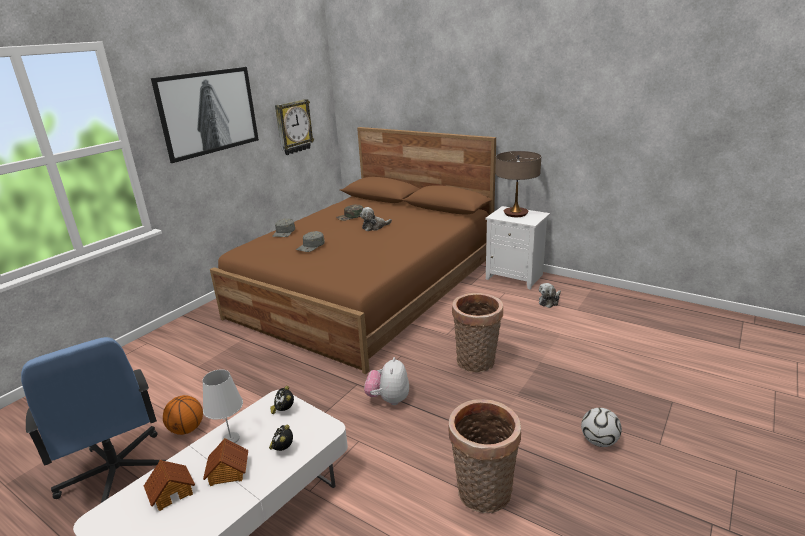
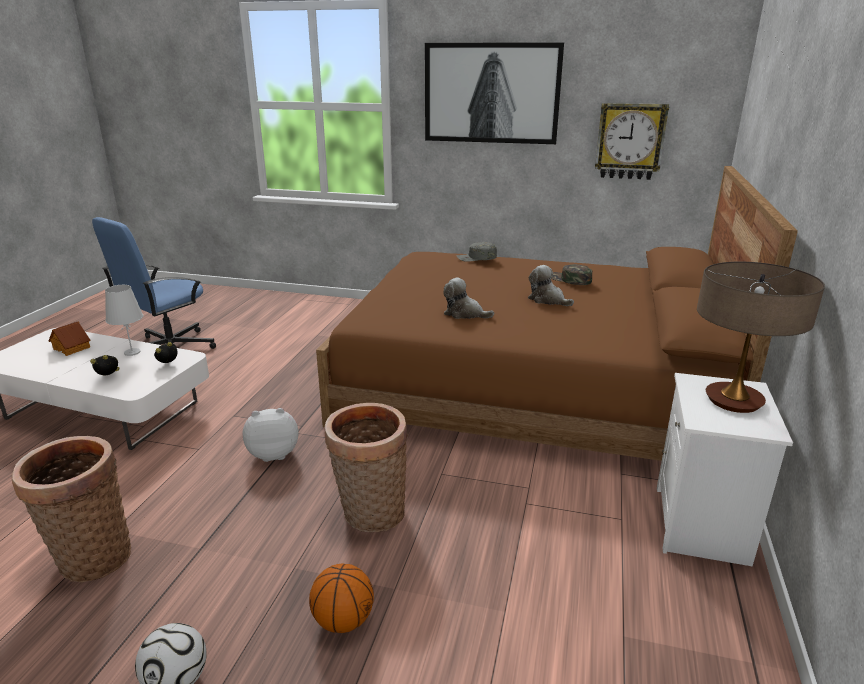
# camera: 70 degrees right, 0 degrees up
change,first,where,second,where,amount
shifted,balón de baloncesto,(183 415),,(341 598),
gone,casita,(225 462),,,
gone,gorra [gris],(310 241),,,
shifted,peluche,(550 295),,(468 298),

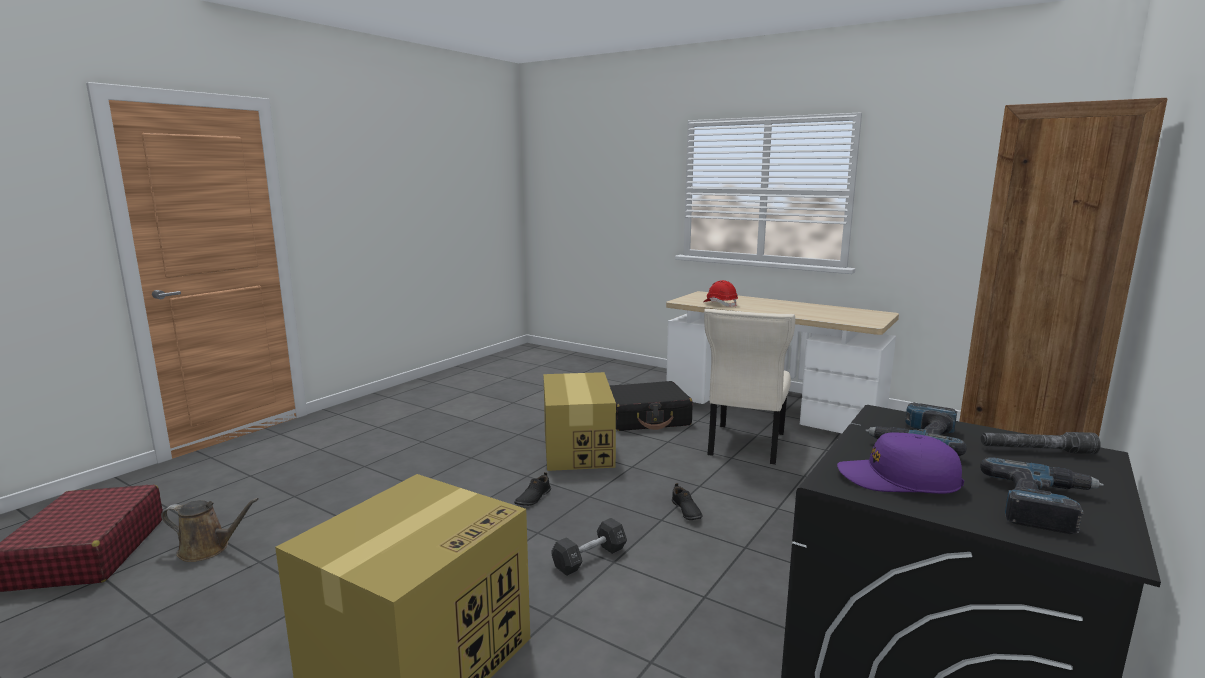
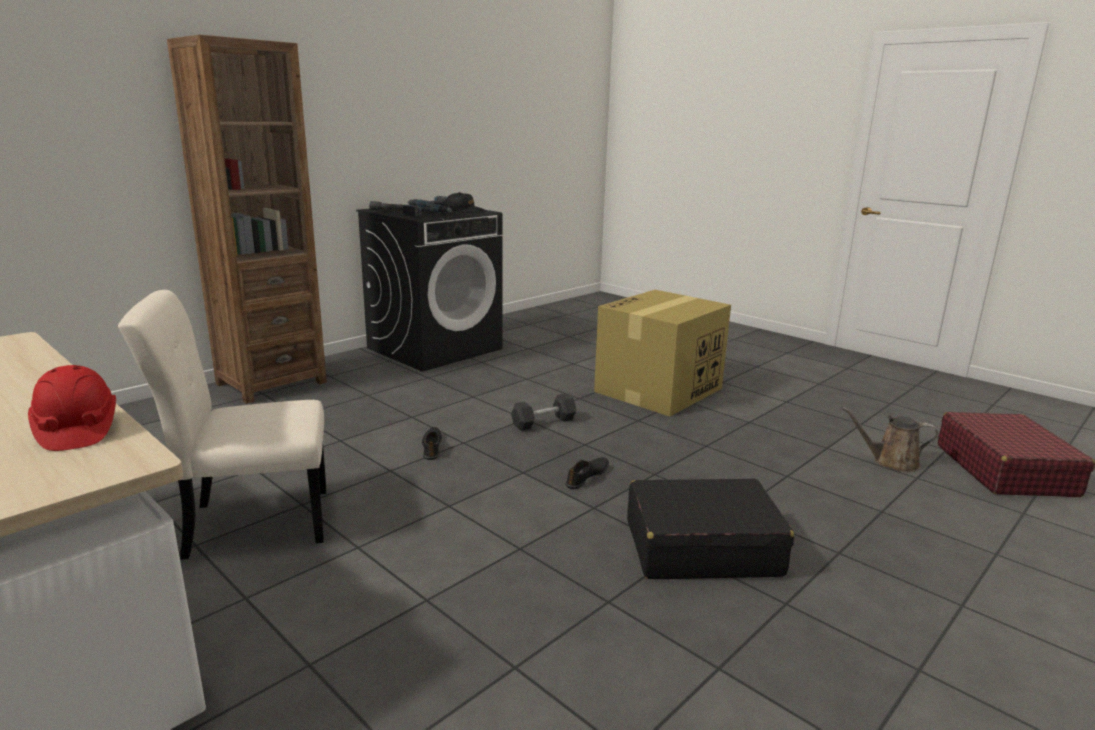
# camera: 170 degrees left, 5 degrees up
change,first,where,second,where,amount
gone,caja de cartón,(580 421),,,
shifted,maleta [negro],(651 406),,(710 528),
rotated,silla [beis],(749 387),,(222 425),135 degrees counterclockwise
repainted,gorra [morado],(900 463),gorra [negro],(464 202),

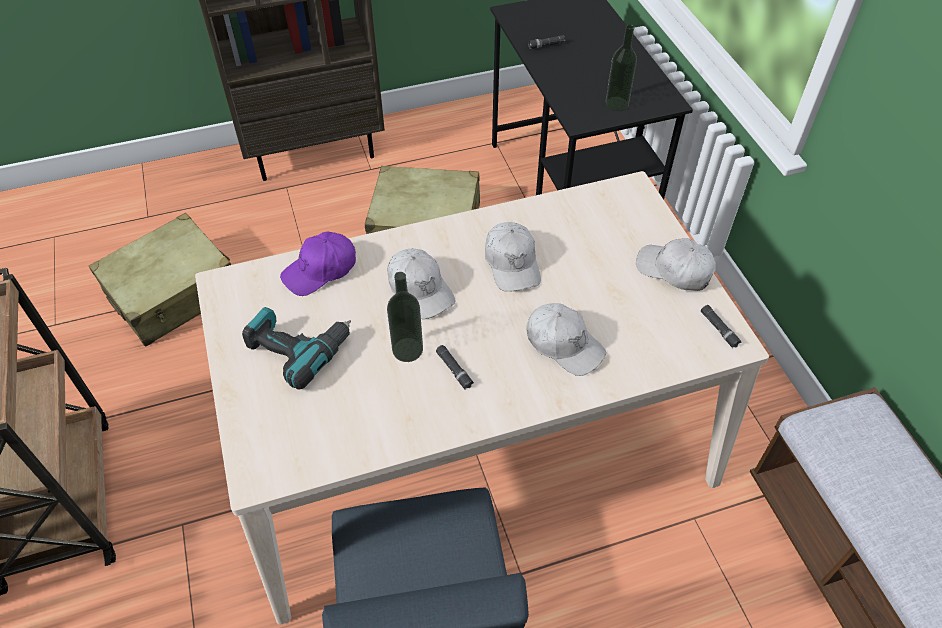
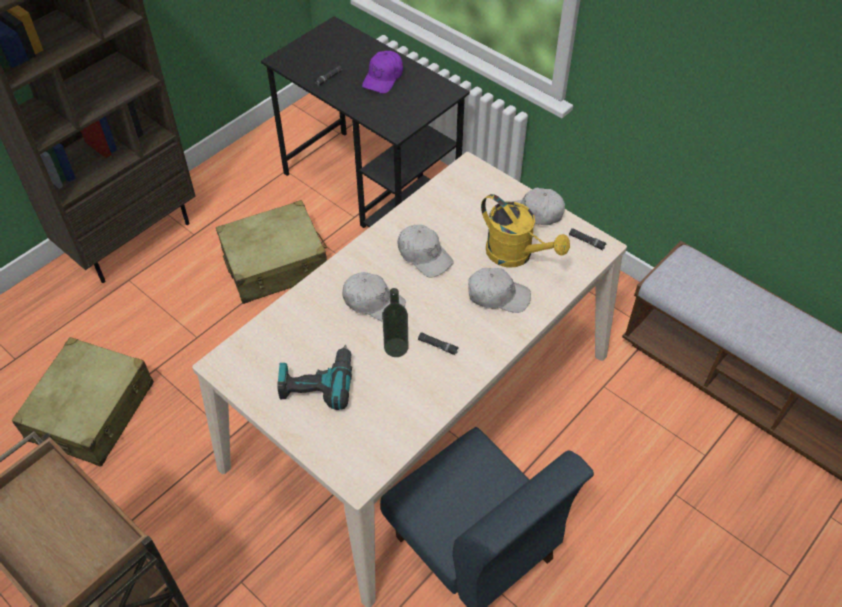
# camera: 30 degrees left, 0 degrees up
change,first,where,second,where,amount
shifted,gorra [morado],(318 264),,(382 72),
gone,botella,(621 67),,,
new,,,regadera [amarillo],(525 230),

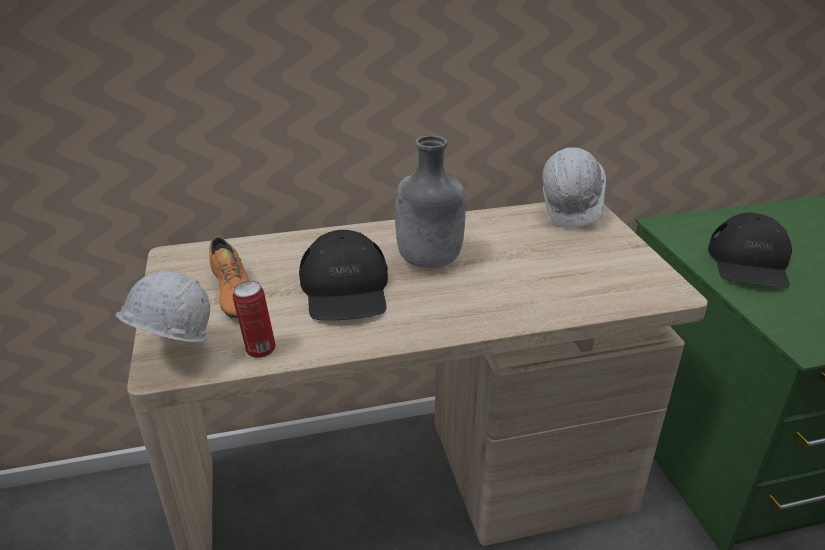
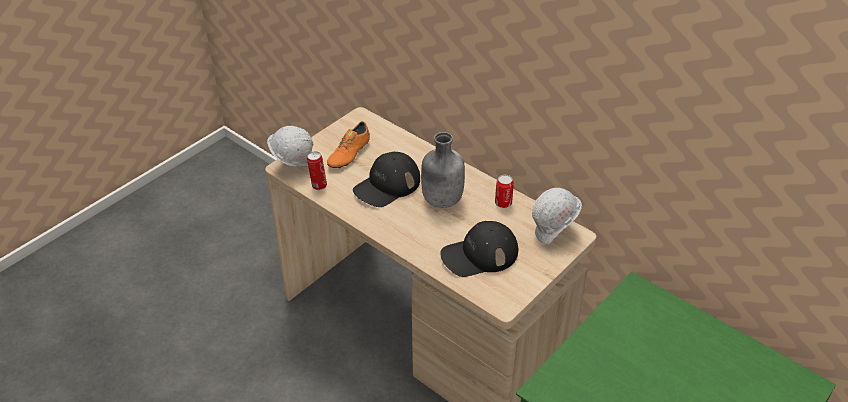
# camera: 55 degrees right, 10 degrees up
change,first,where,second,where,amount
shifted,gorra [negro],(750 250),,(479 249),
new,,,lata,(504 191),

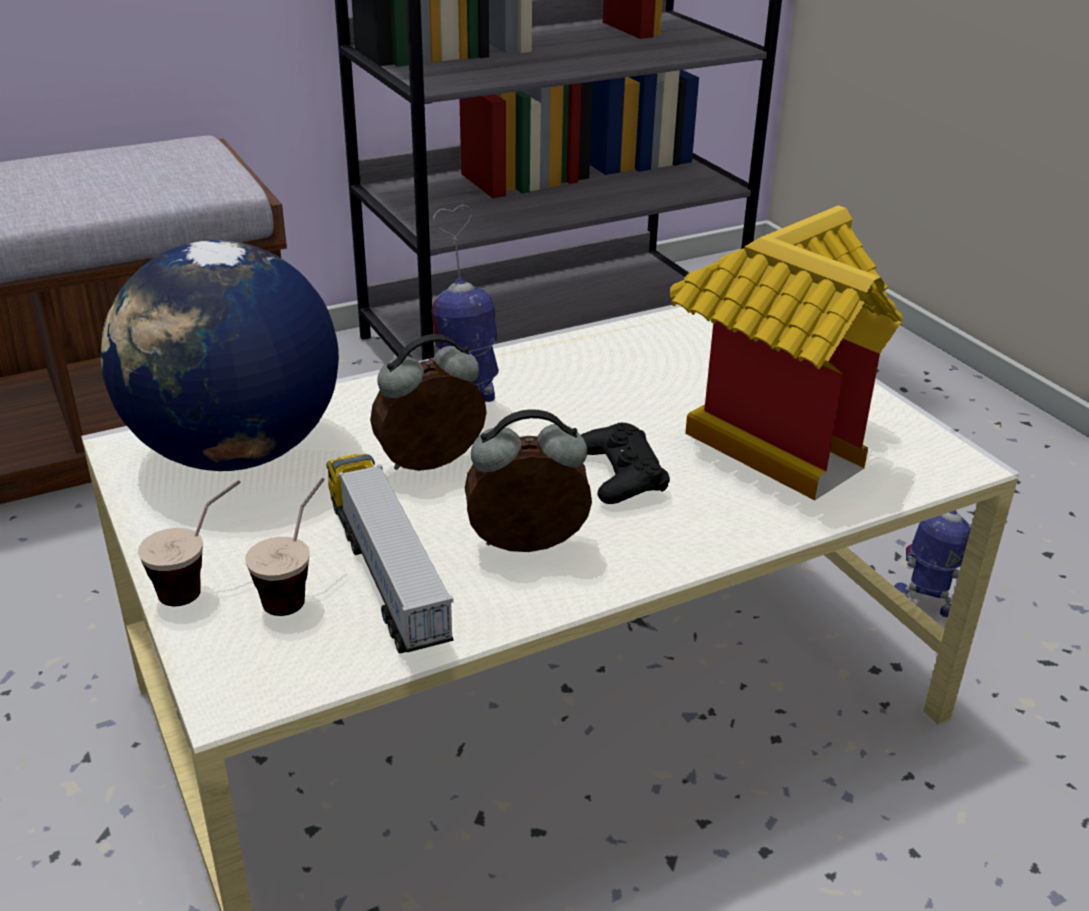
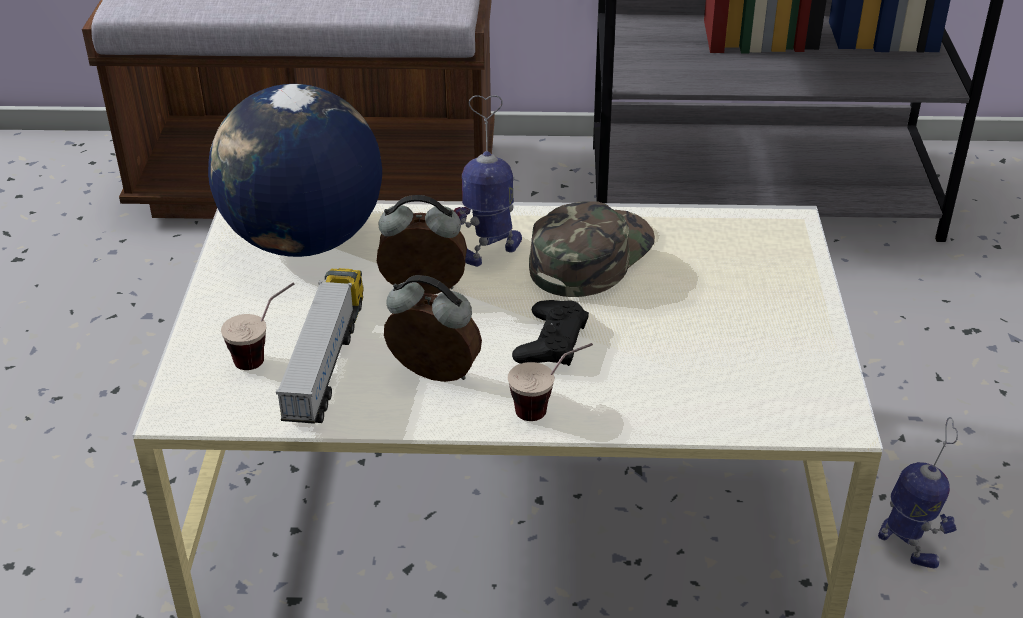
# camera: 30 degrees right, 5 degrees up
change,first,where,second,where,amount
shifted,taza,(189 543),,(550 382),
gone,casita,(786 352),,,
new,,,gorra [verde],(592 249),

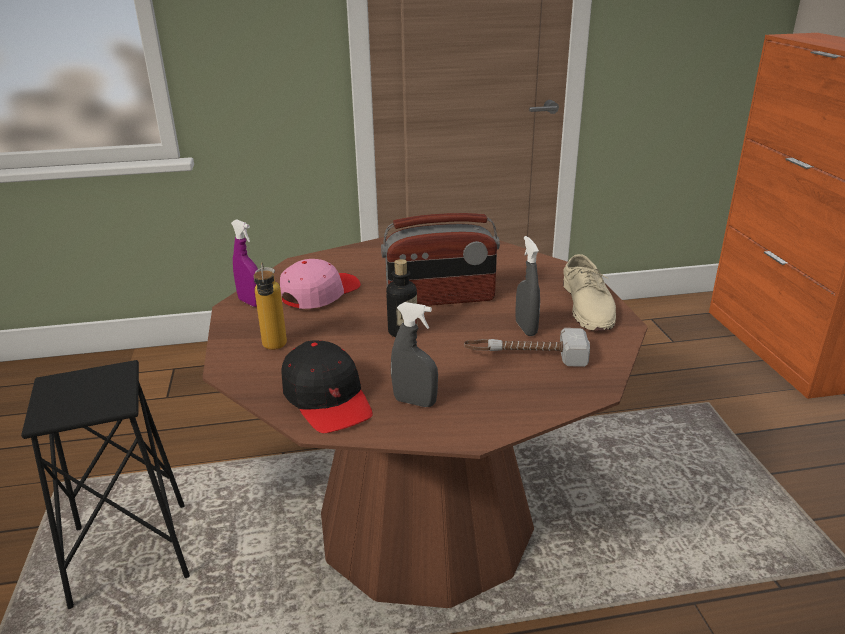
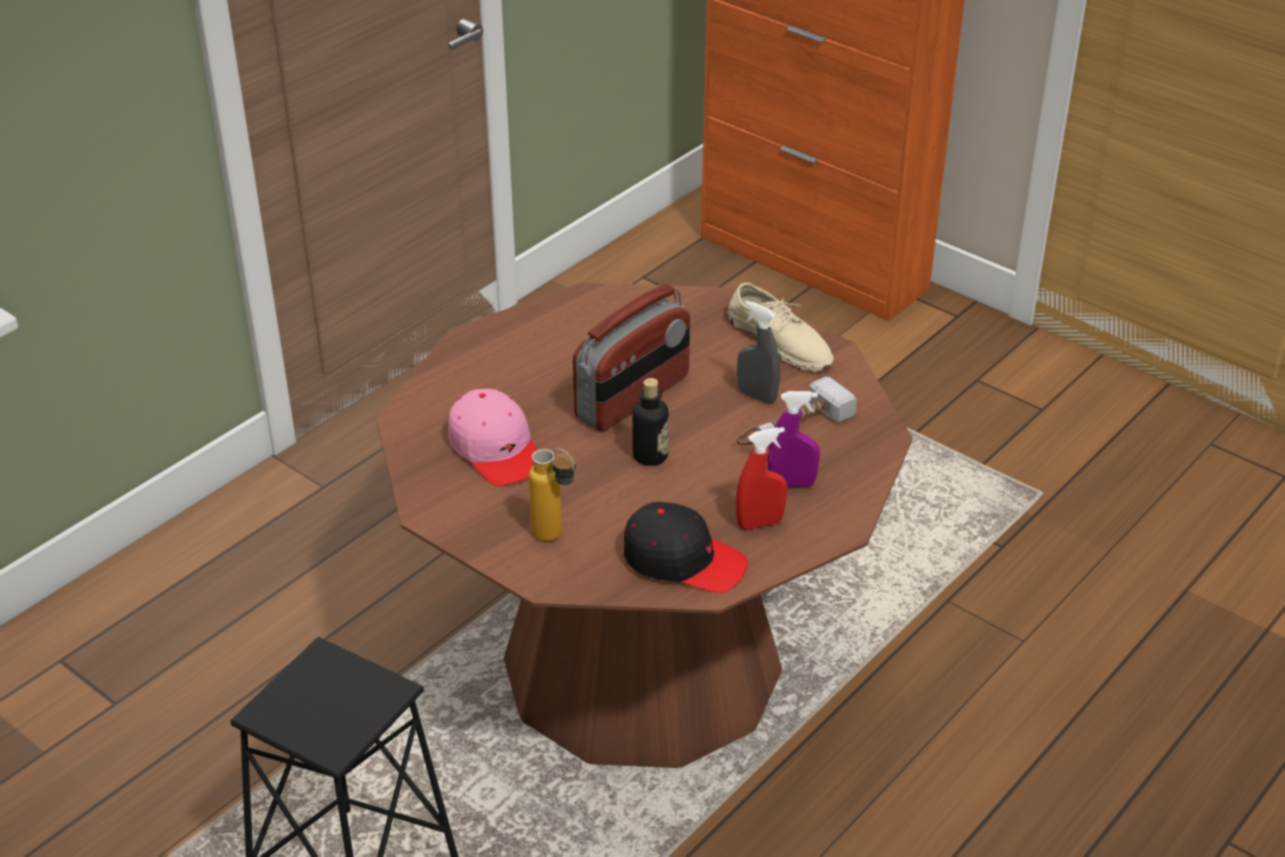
# camera: 40 degrees left, 10 degrees up
change,first,where,second,where,amount
shifted,pulverizador [morado],(244 263),,(793 439),
rotated,gorra [rosa],(320 284),,(492 437),150 degrees clockwise
repainted,pulverizador [gris],(414 354),pulverizador [rojo],(761 478),

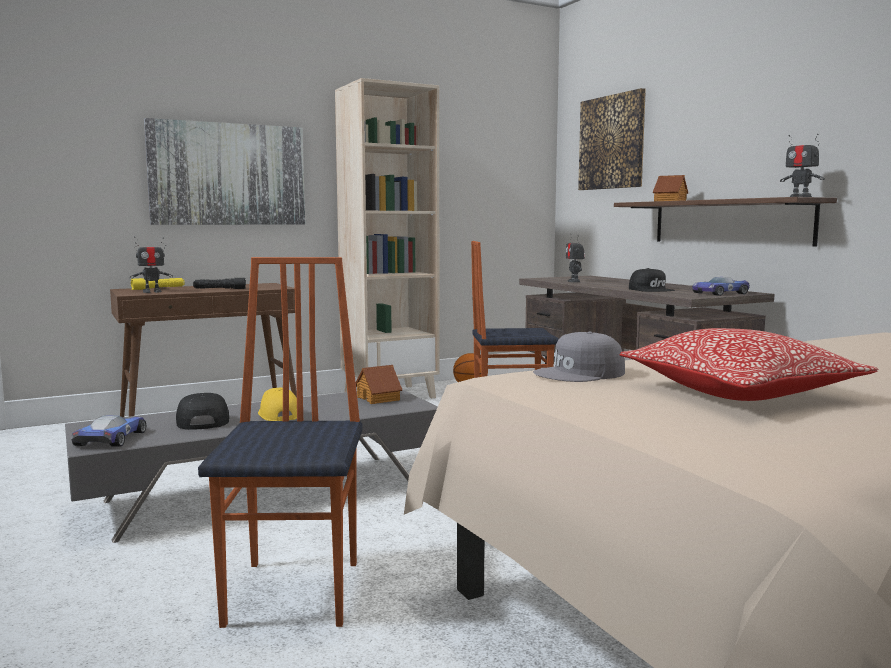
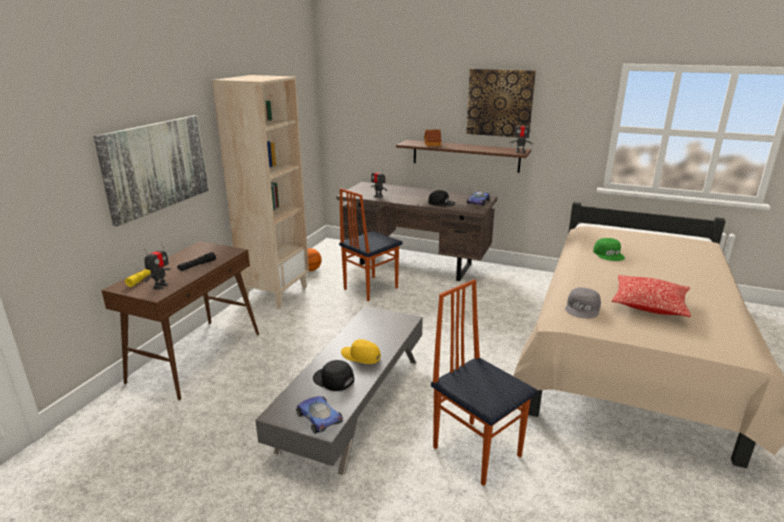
# camera: 40 degrees left, 15 degrees up
change,first,where,second,where,amount
gone,casita,(379 384),,,
shifted,cuadro,(612 139),,(501 103),
new,,,gorra [verde],(609 249),

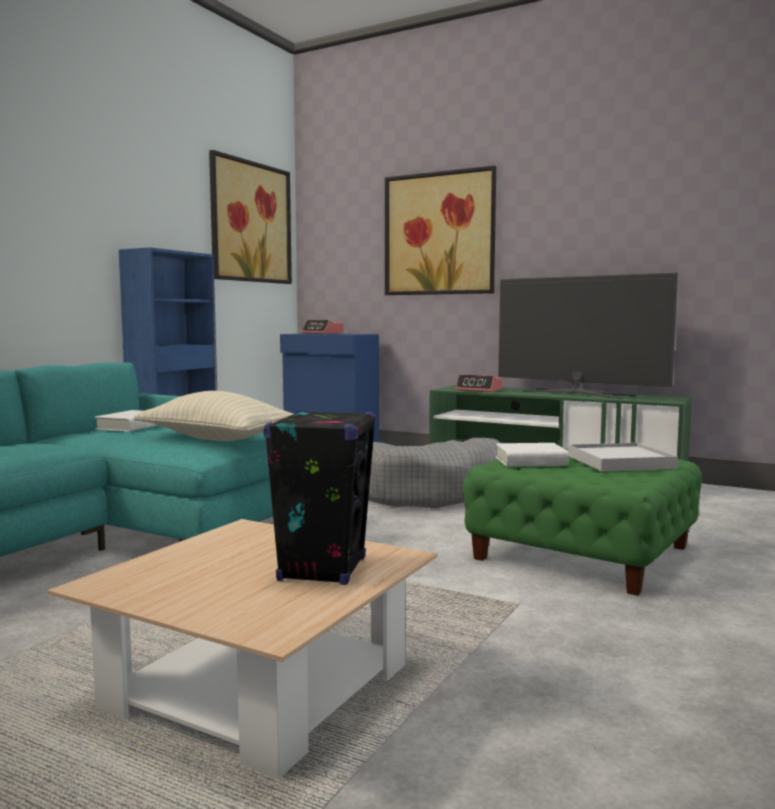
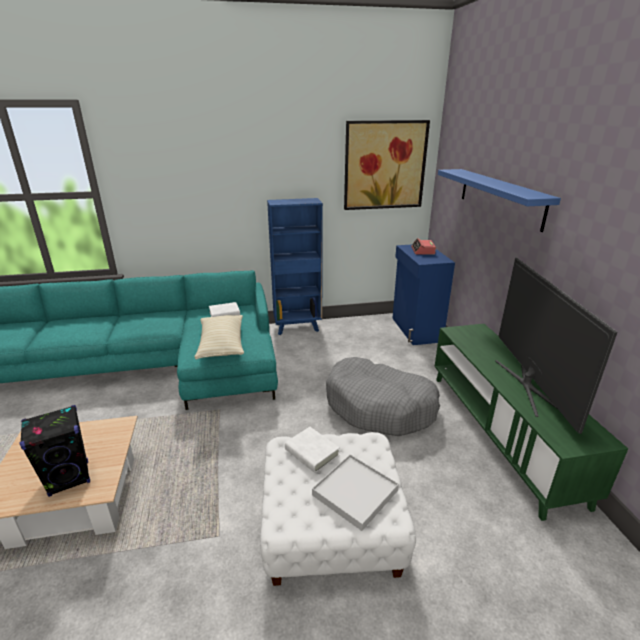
# camera: 50 degrees right, 20 degrees up
change,first,where,second,where,amount
swapped,cuadro,(440 230),estante [azul],(499 200),
gone,despertador,(478 383),,,
repainted,puf [verde],(582 521),puf [blanco],(338 509),

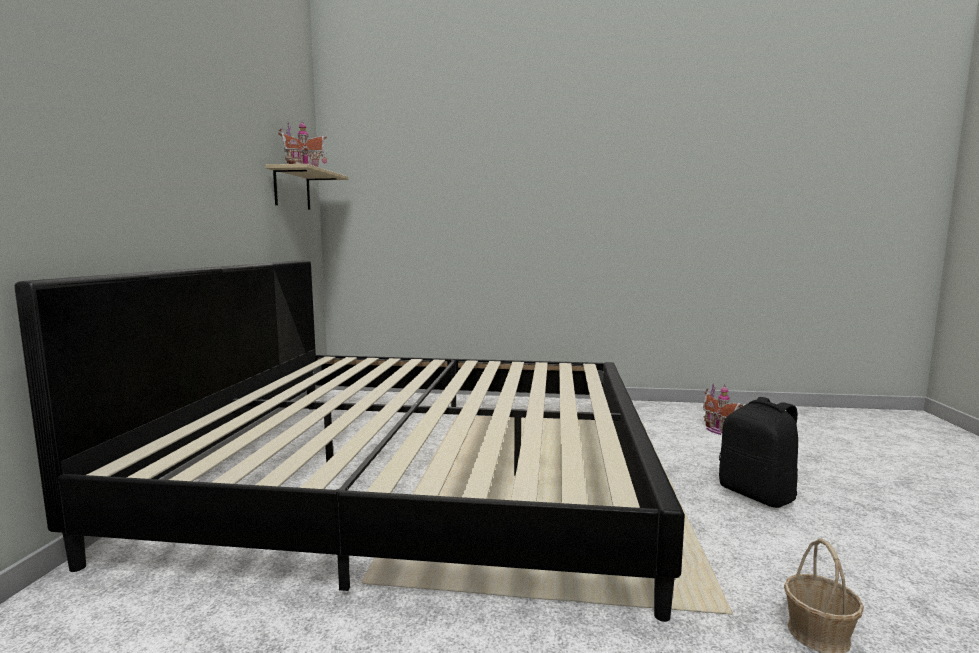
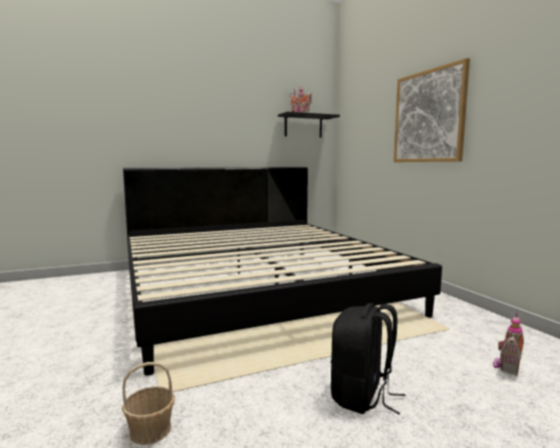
# camera: 60 degrees right, 0 degrees up
change,first,where,second,where,amount
repainted,estante [beis],(306 187),estante [negro],(309 125),
new,,,cuadro,(432 110),

